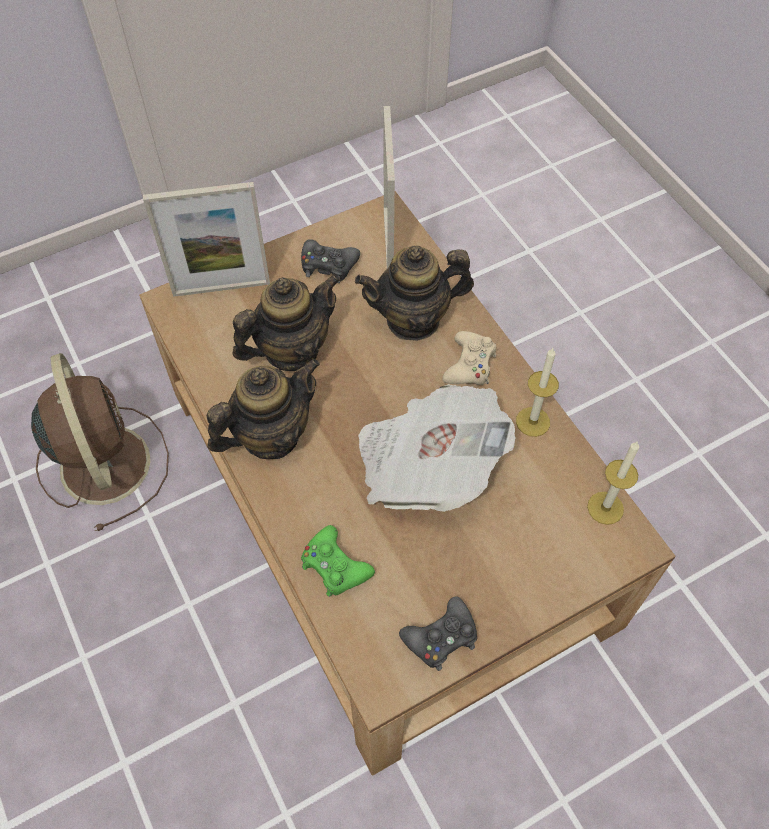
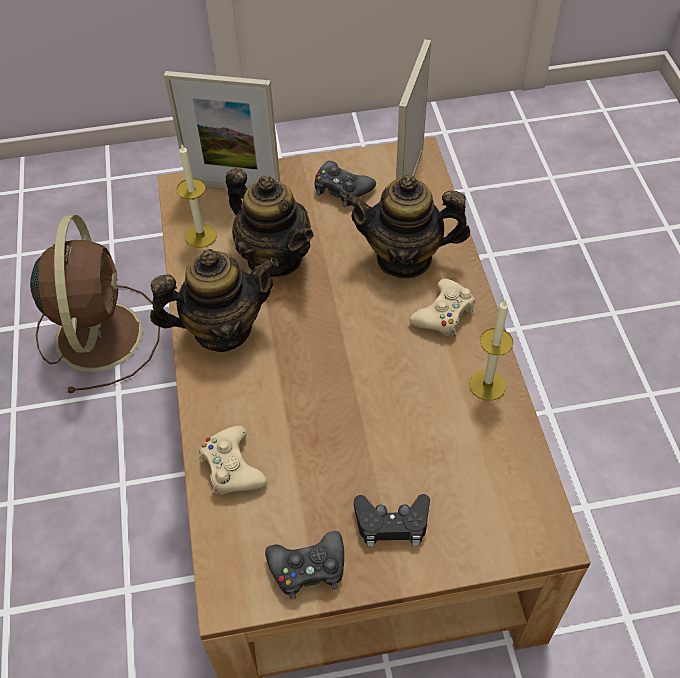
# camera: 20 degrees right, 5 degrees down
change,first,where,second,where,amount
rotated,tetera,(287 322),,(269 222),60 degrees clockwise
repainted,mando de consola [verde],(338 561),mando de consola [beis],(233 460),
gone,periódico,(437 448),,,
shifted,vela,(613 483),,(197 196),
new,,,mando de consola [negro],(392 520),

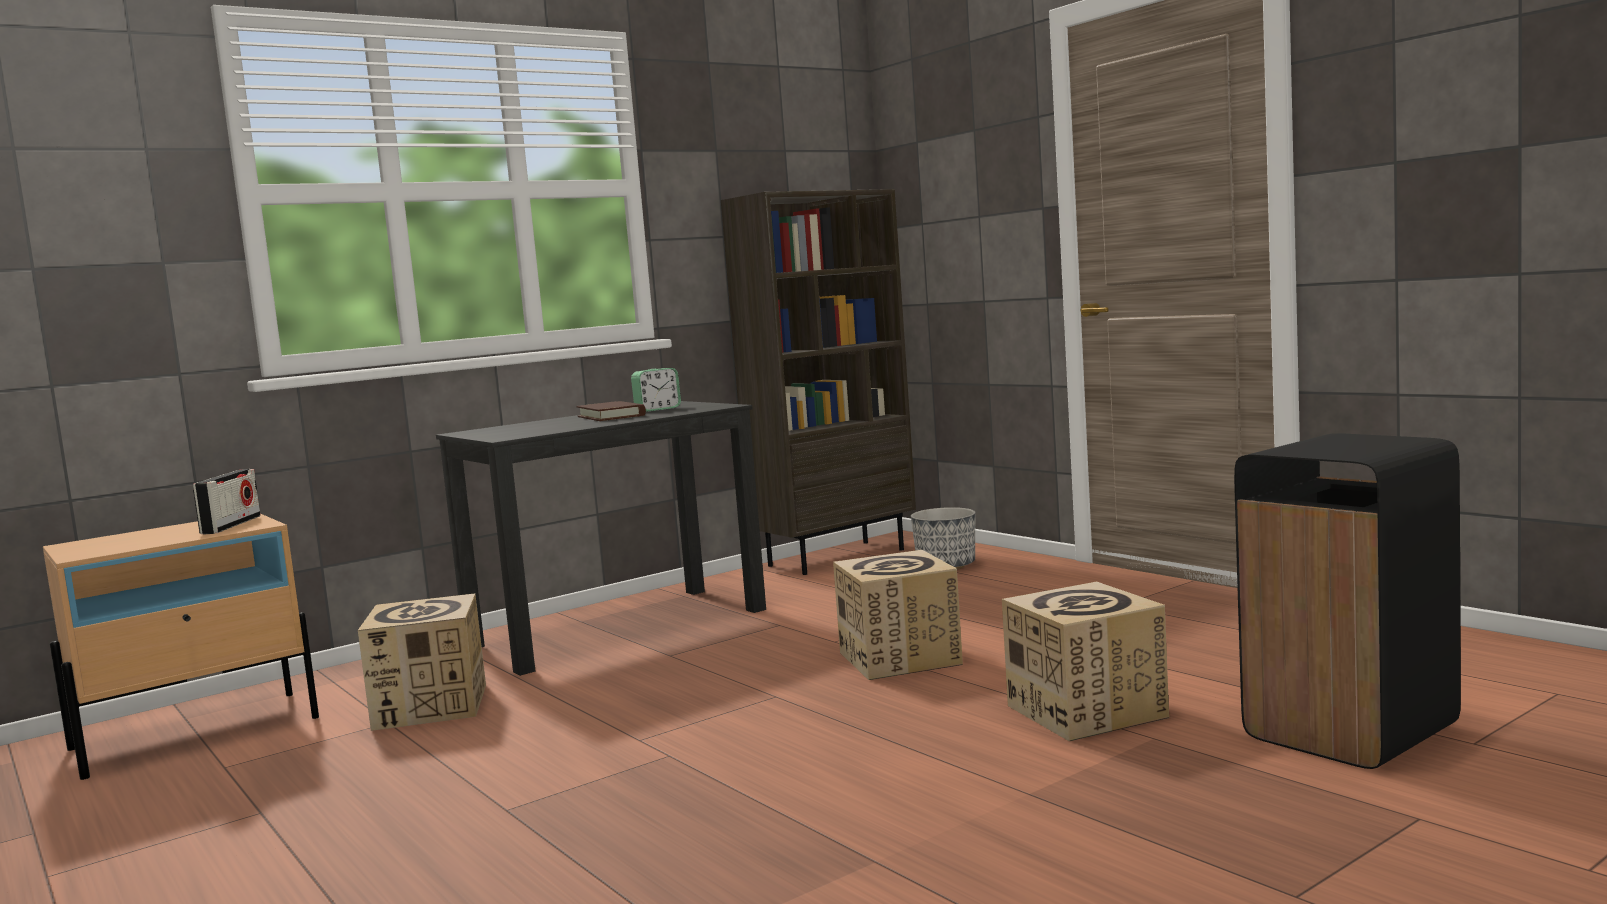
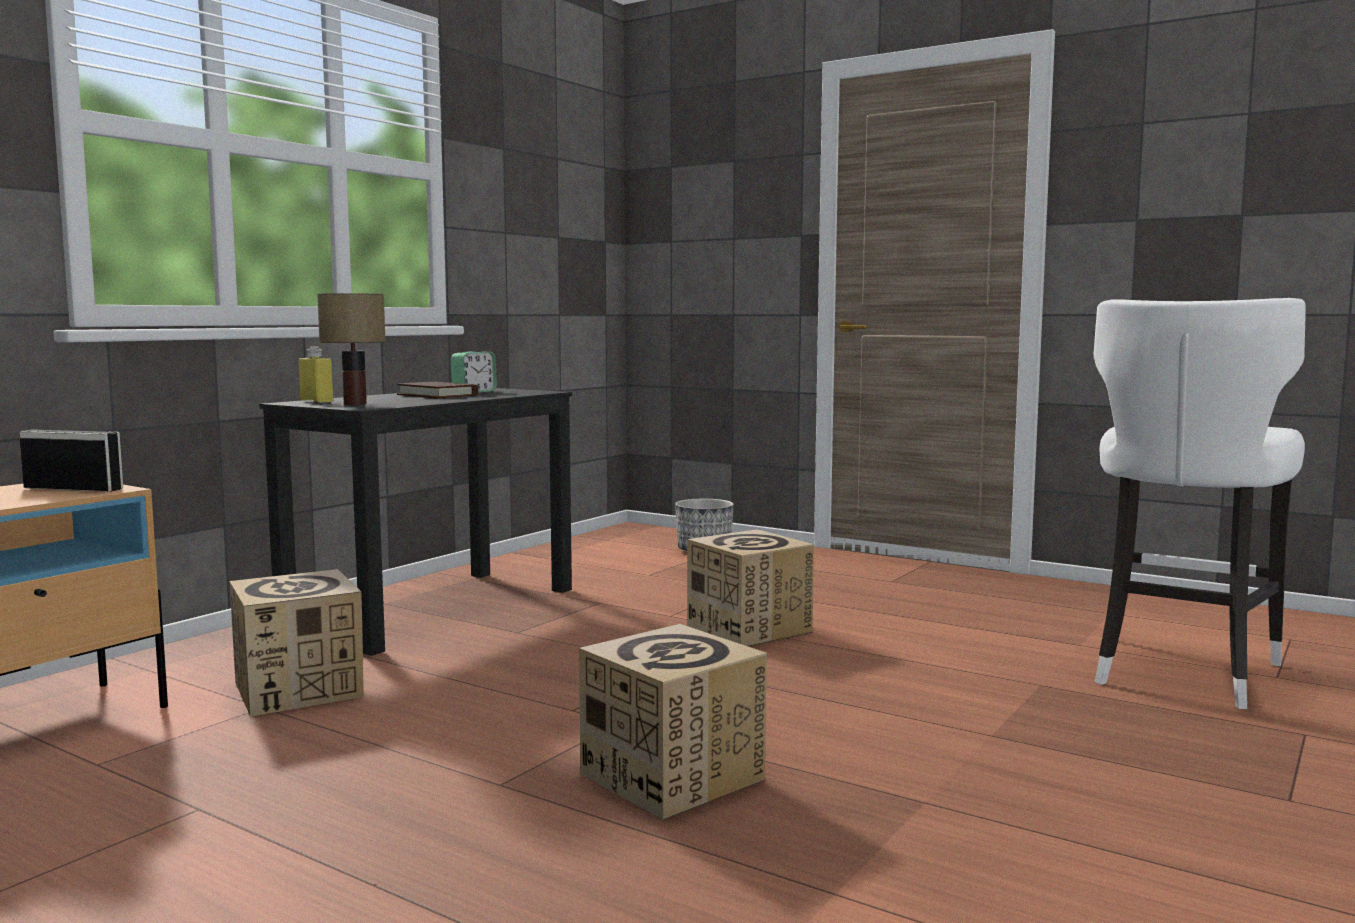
# camera: 20 degrees left, 0 degrees up
change,first,where,second,where,amount
rotated,radio,(227 502),,(71 461),60 degrees counterclockwise
gone,estantería [marrón],(818 382),,,
shifted,caja de cartón,(1085 661),,(673 722),
swapped,papelera [negro],(1347 601),taburete [blanco],(1199 503),
new,,,botella [amarillo],(316 375),
new,,,lámpara de mesa,(351 349),

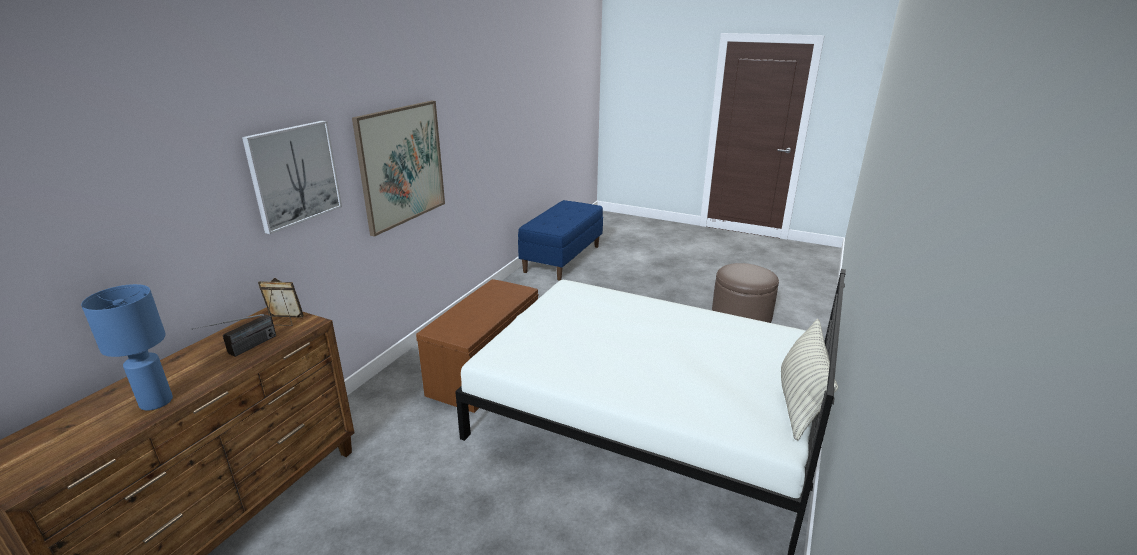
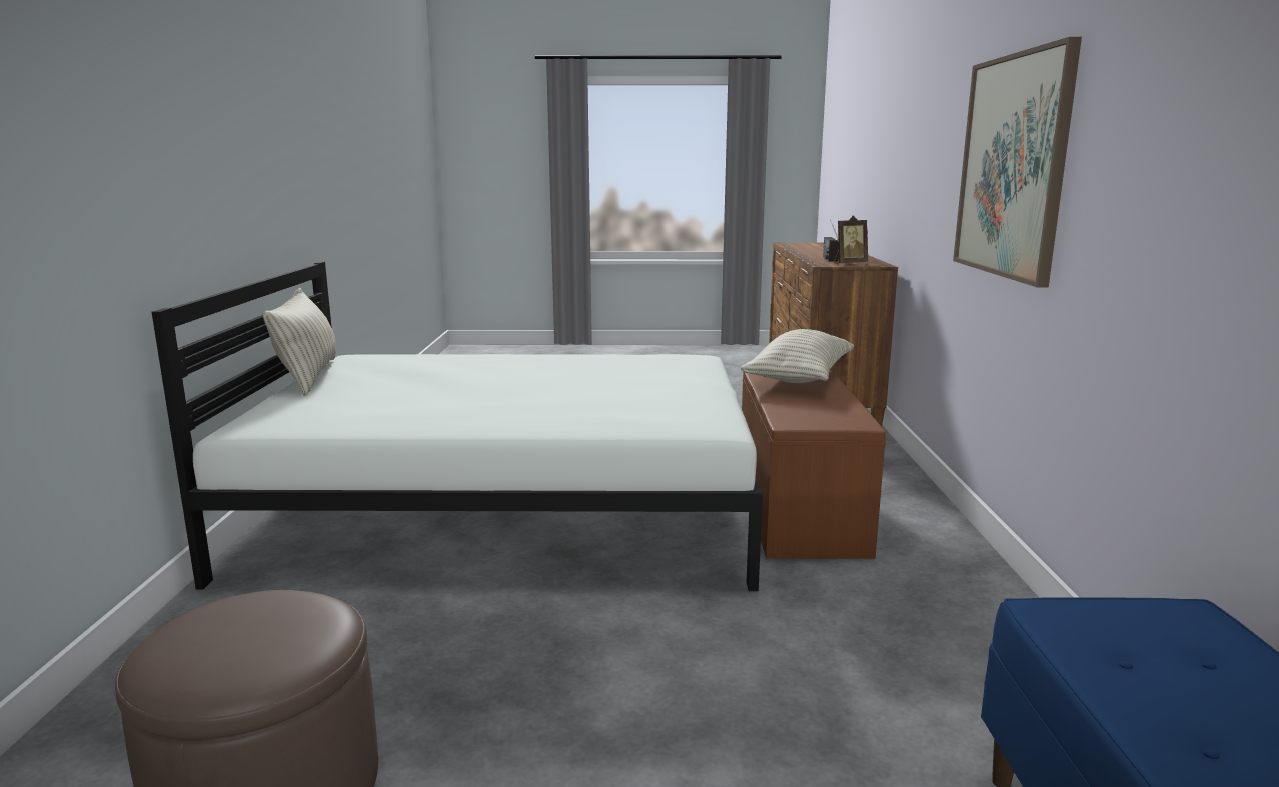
# camera: 155 degrees right, 10 degrees down
change,first,where,second,where,amount
gone,lámpara de mesa [azul],(127 347),,,
gone,cuadro,(292 177),,,
new,,,cojín,(797 356),

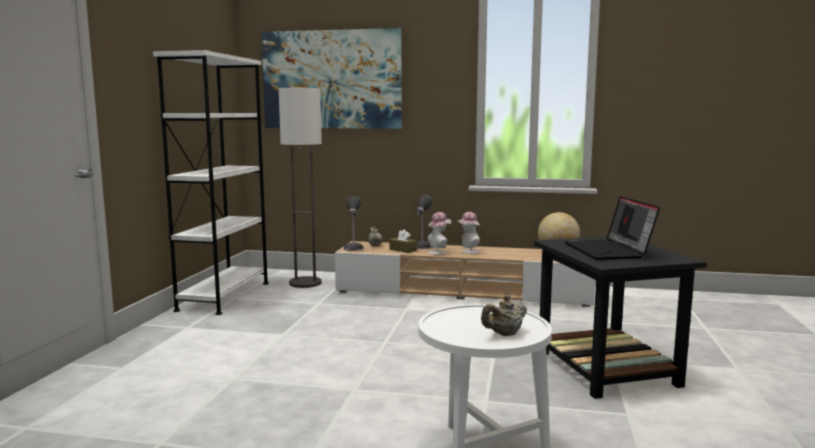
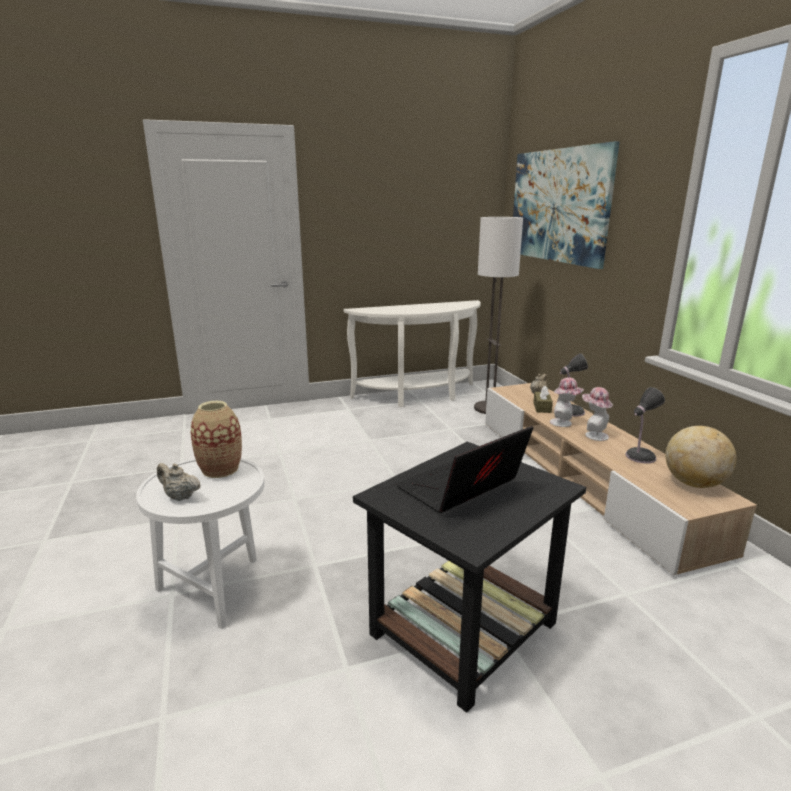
# camera: 60 degrees right, 10 degrees up
change,first,where,second,where,amount
swapped,estantería [blanco],(211 182),mesa consola [blanco],(412 353),
shifted,lámpara de mesa,(353 223),,(645 425),
new,,,florero,(216 439),

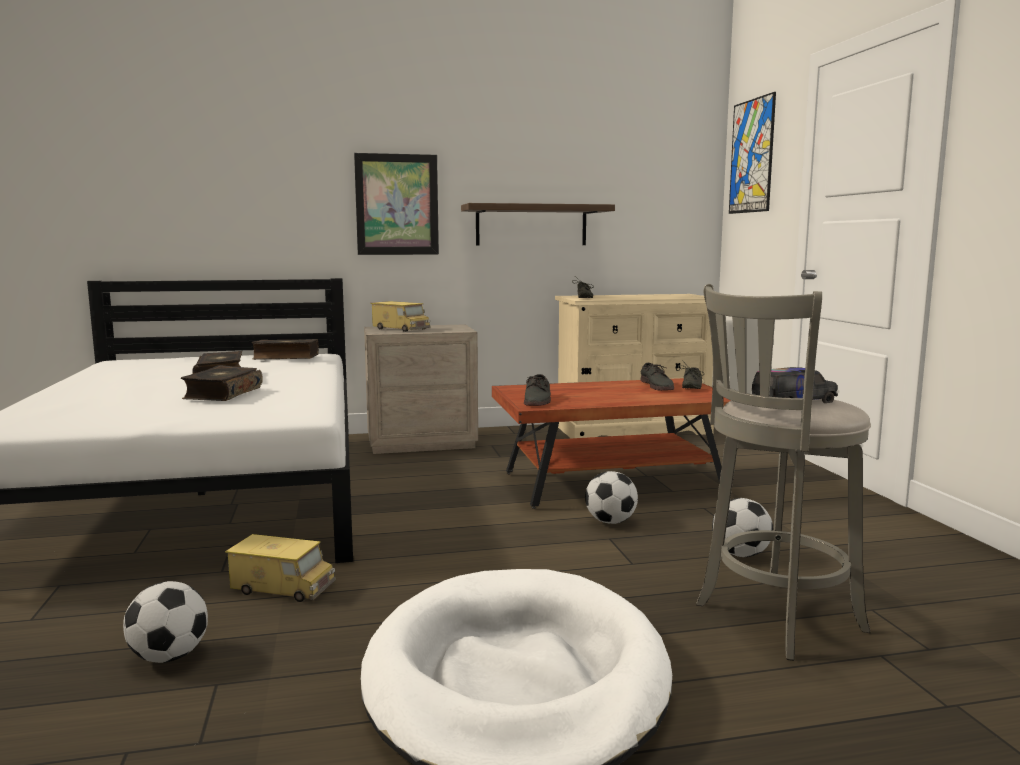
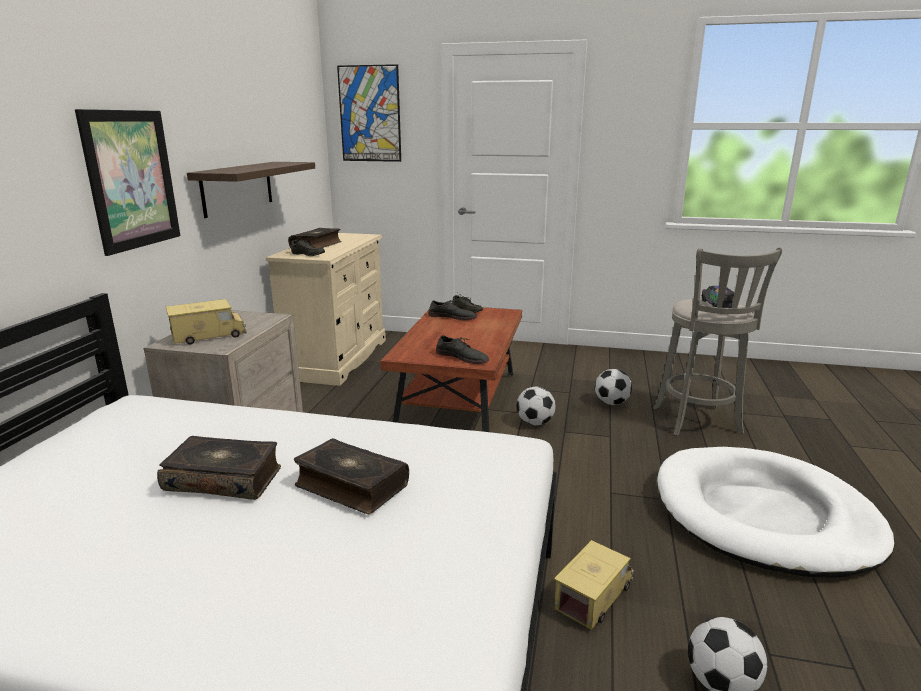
# camera: 65 degrees left, 10 degrees up
change,first,where,second,where,amount
shifted,libro,(285 349),,(315 238),

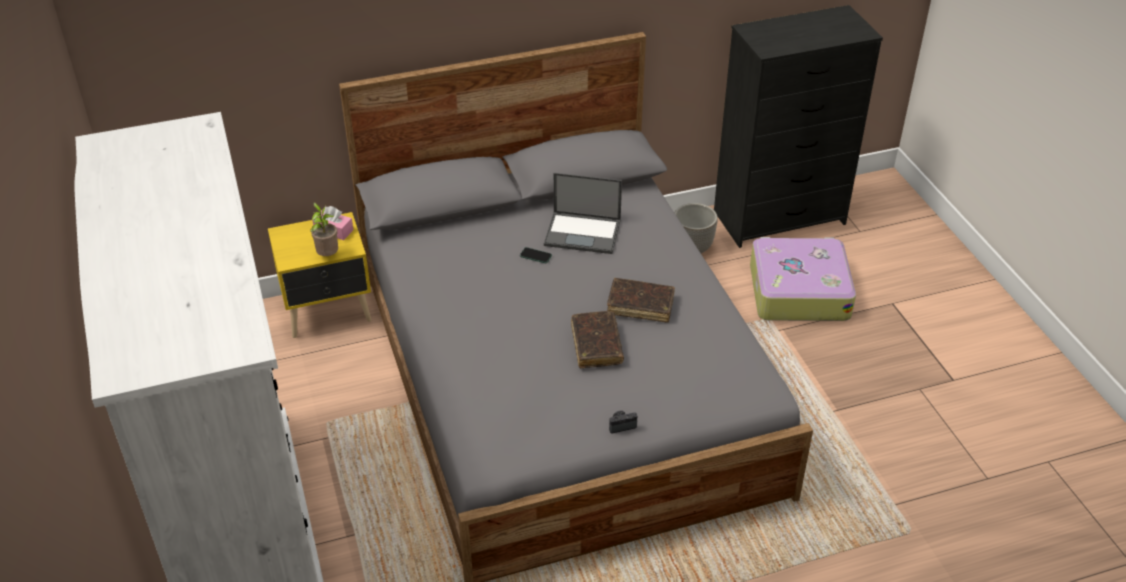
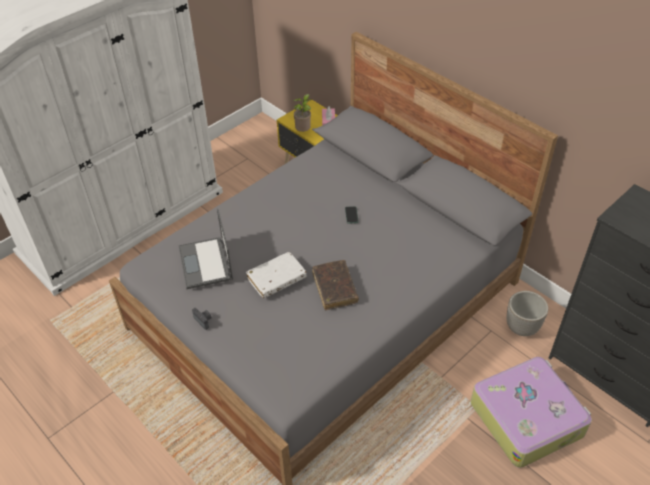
# camera: 65 degrees right, 5 degrees up
change,first,where,second,where,amount
shifted,portátil,(583 213),,(205 248),
repainted,libro [marrón],(597 339),libro [blanco],(276 275),

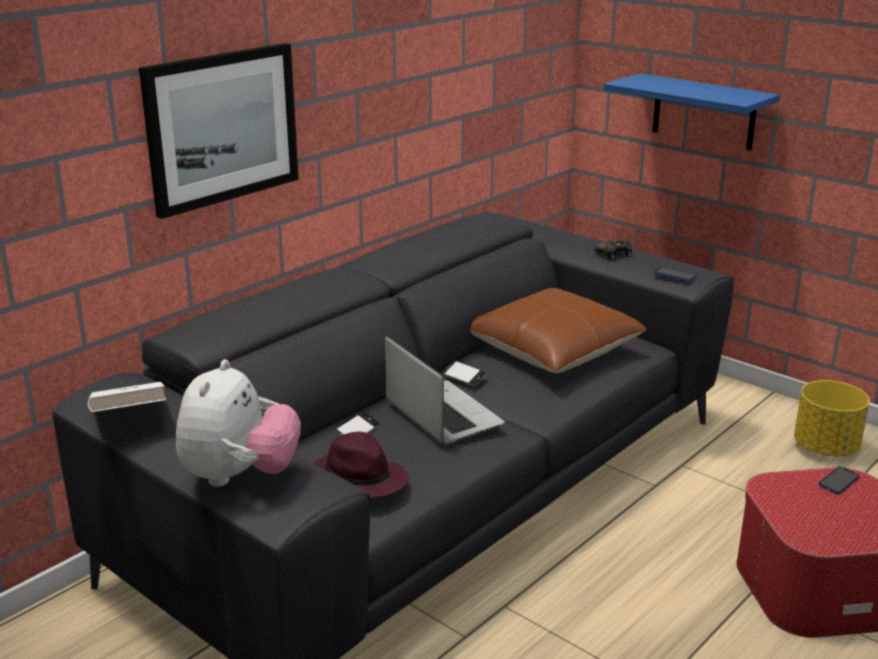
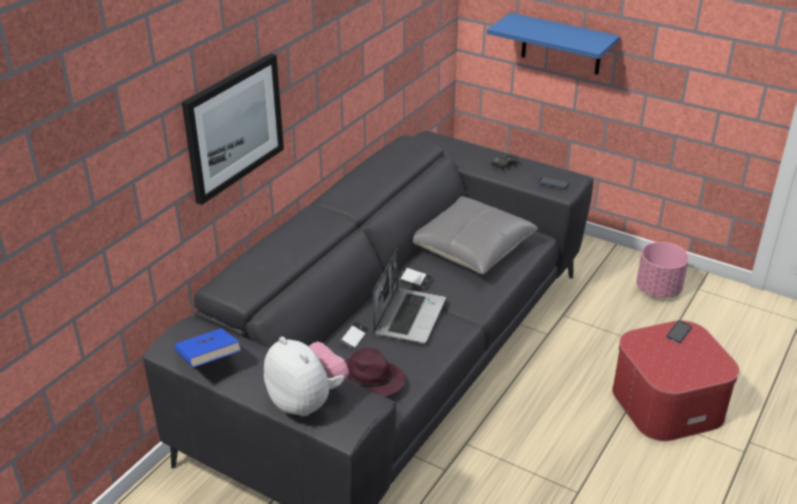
# camera: 10 degrees left, 10 degrees up
change,first,where,second,where,amount
repainted,libro [blanco],(127 397),libro [azul],(208 348),
rotated,peluche,(238 423),,(306 376),45 degrees counterclockwise
rotated,portátil,(445 391),,(409 296),60 degrees clockwise
repainted,cojín [marrón],(558 330),cojín [gris],(475 235),
repainted,maceta [amarillo],(832 418),maceta [rosa],(663 270),

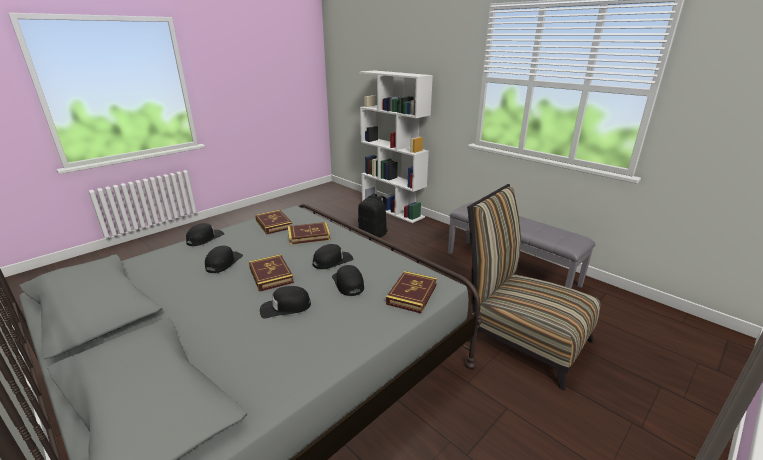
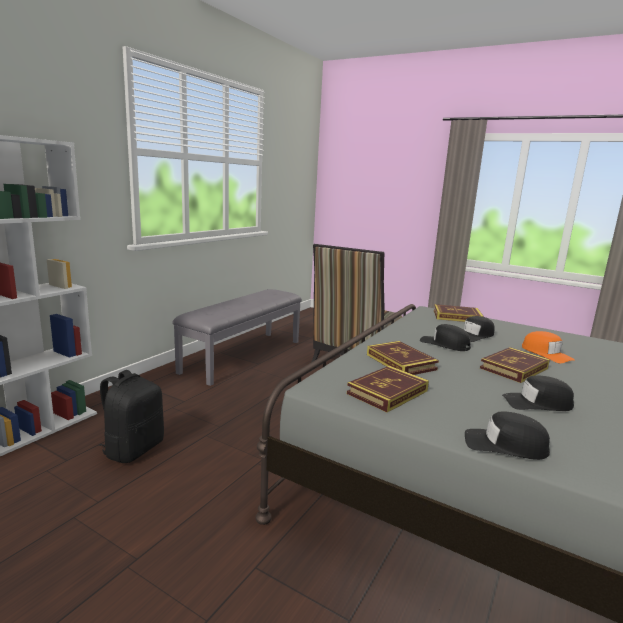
# camera: 105 degrees left, 10 degrees down
change,first,where,second,where,amount
repainted,gorra [negro],(285 302),gorra [naranja],(548 347),

